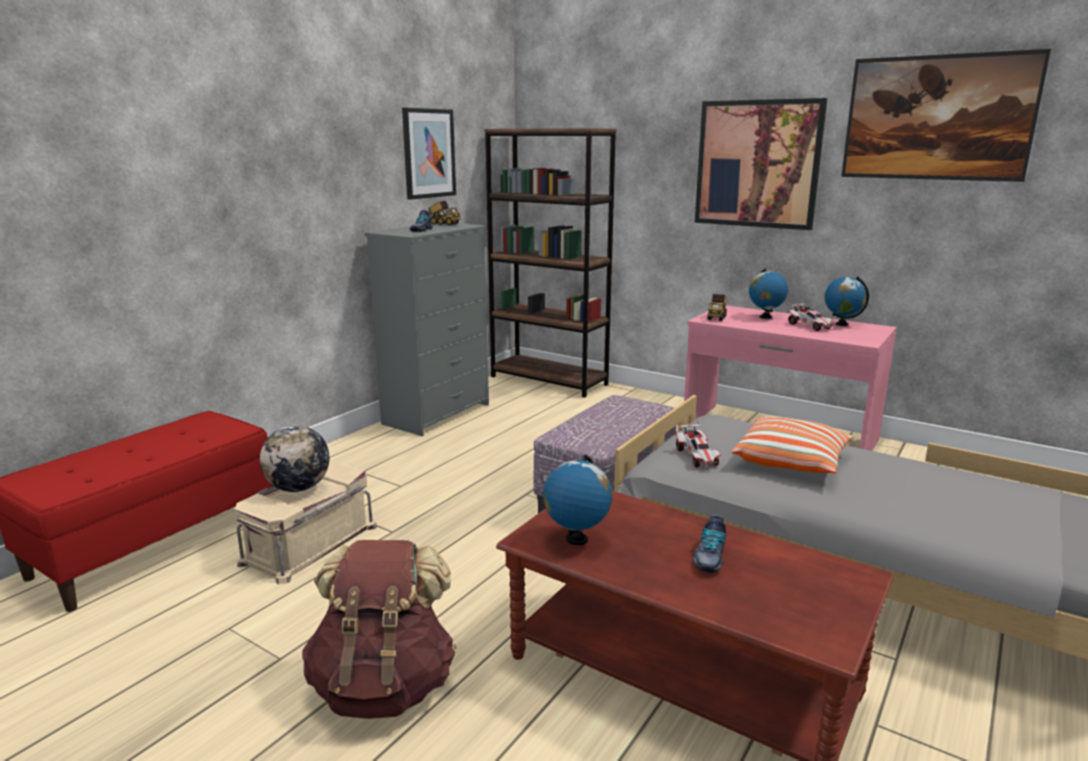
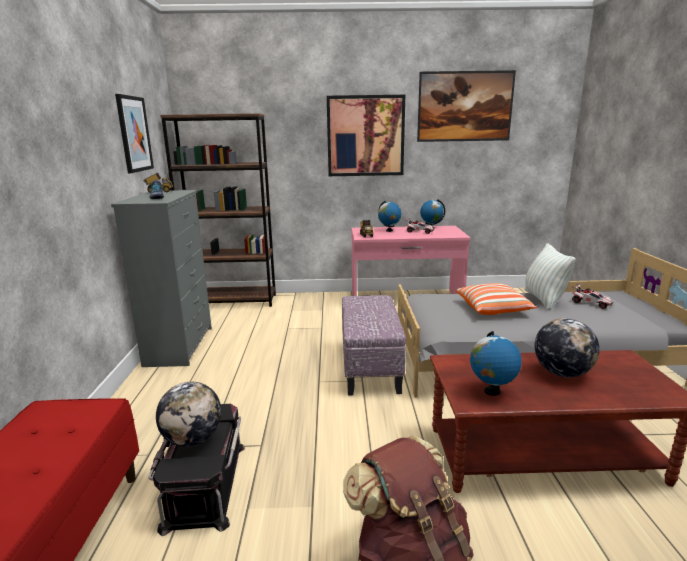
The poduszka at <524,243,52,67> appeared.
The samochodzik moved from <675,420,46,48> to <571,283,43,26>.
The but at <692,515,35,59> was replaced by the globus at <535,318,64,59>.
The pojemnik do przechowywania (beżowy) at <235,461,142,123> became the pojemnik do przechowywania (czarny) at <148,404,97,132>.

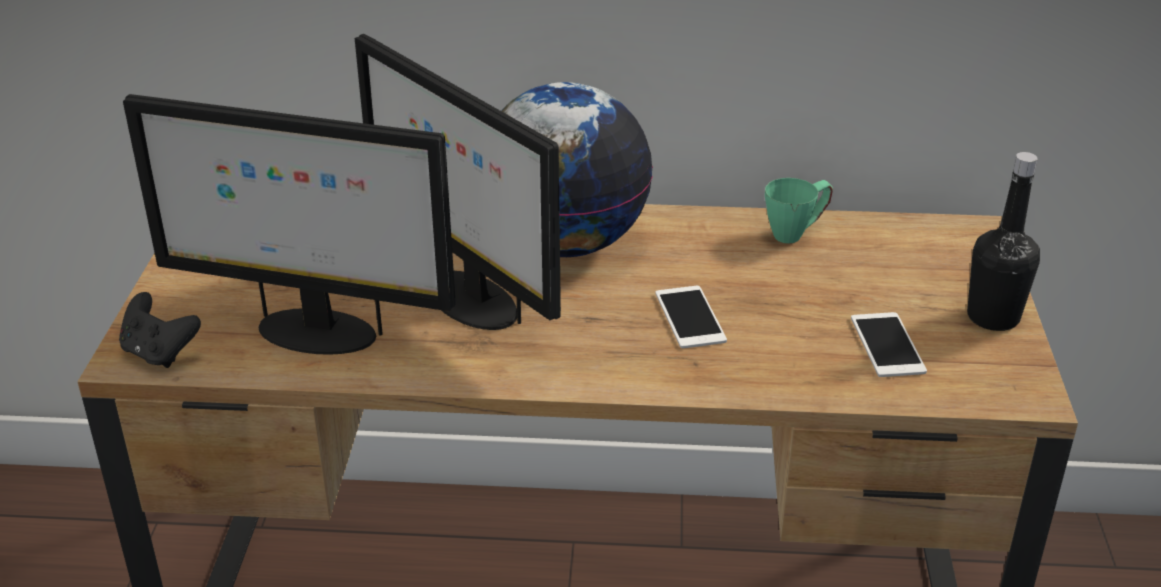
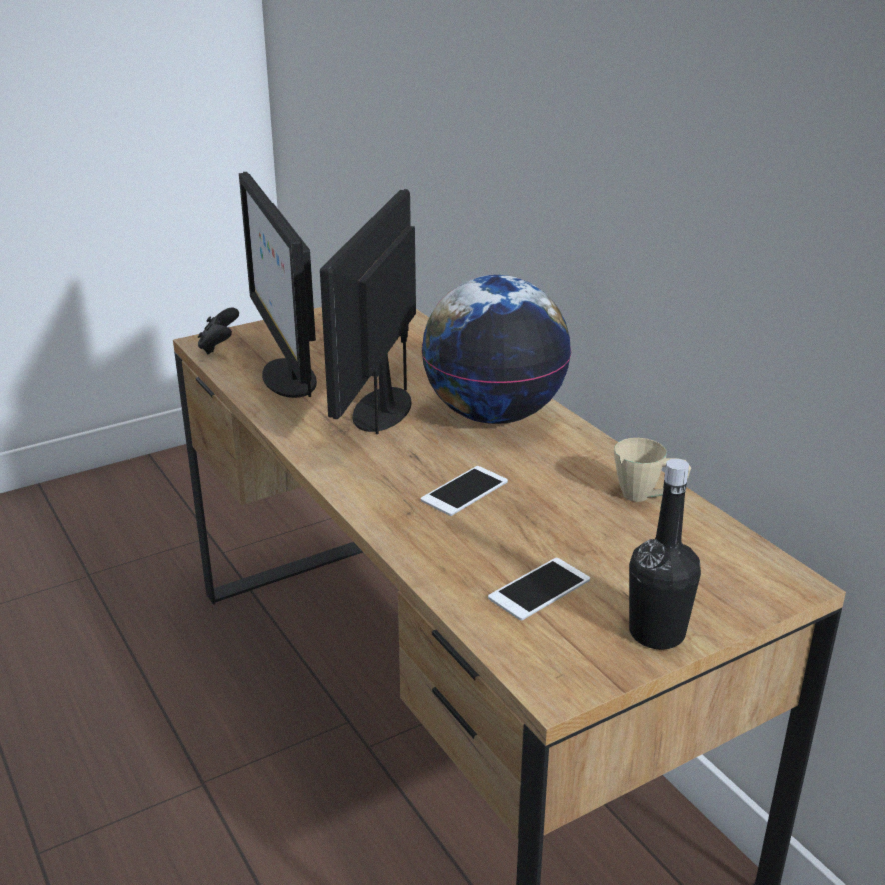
The kubek (zielony) at <765,178,68,66> became the kubek (beżowy) at <614,438,77,64>.

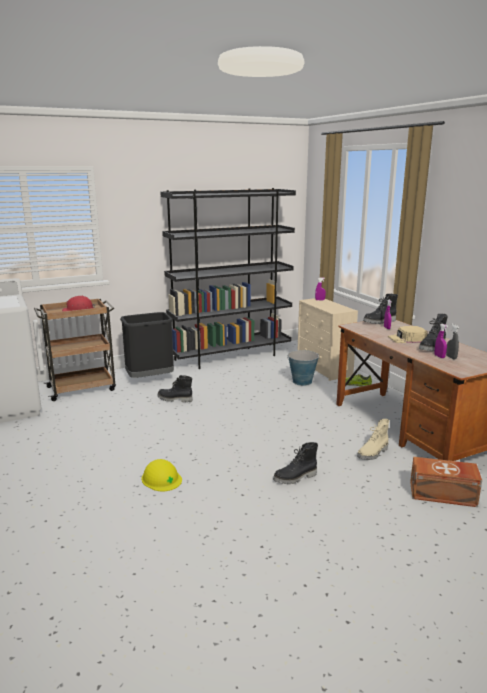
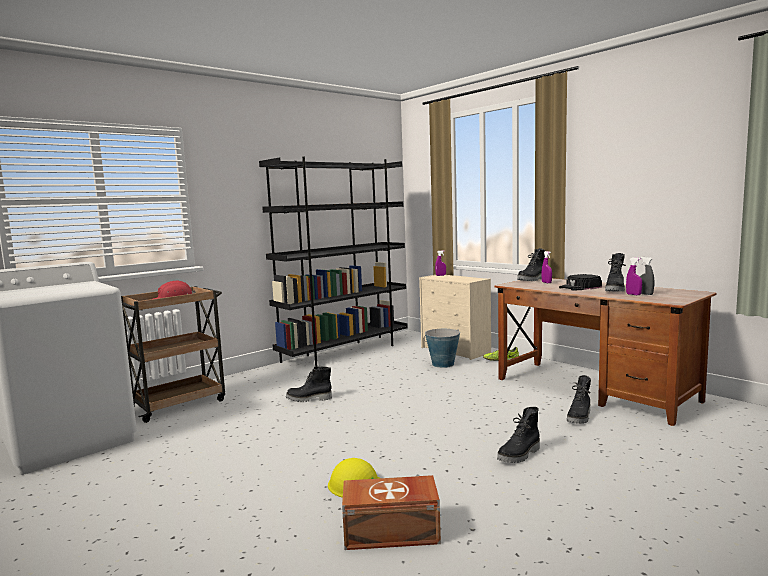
The kosz na śmieci (czarny) at <120,312,54,66> disappeared.
The pojemnik do przechowywania (brązowy) moved from <410,457,72,50> to <342,475,99,75>.
The but z cholewką (beżowy) at <357,419,32,41> became the but z cholewką (czarny) at <567,375,24,49>.
The czapka z daszkiem (beżowy) at <388,326,40,17> became the czapka z daszkiem (czarny) at <559,274,43,17>.

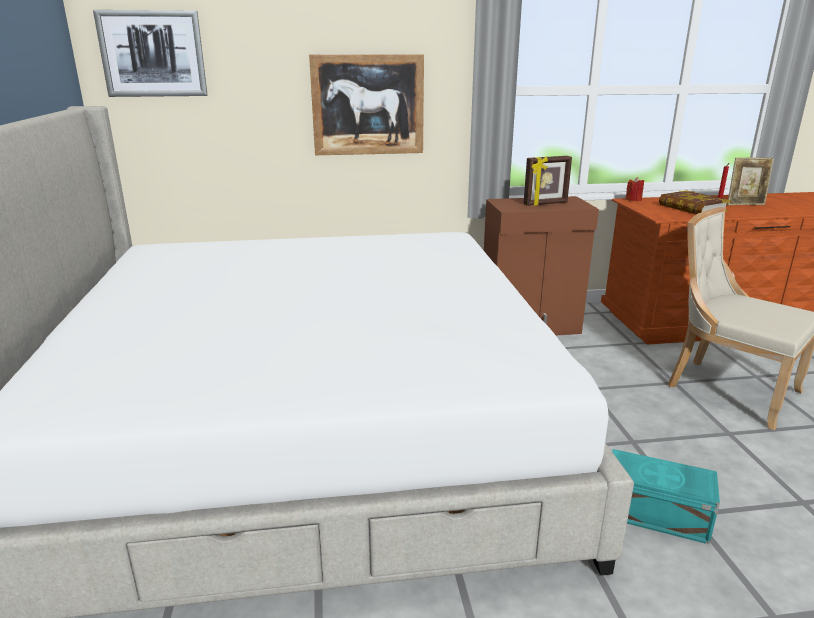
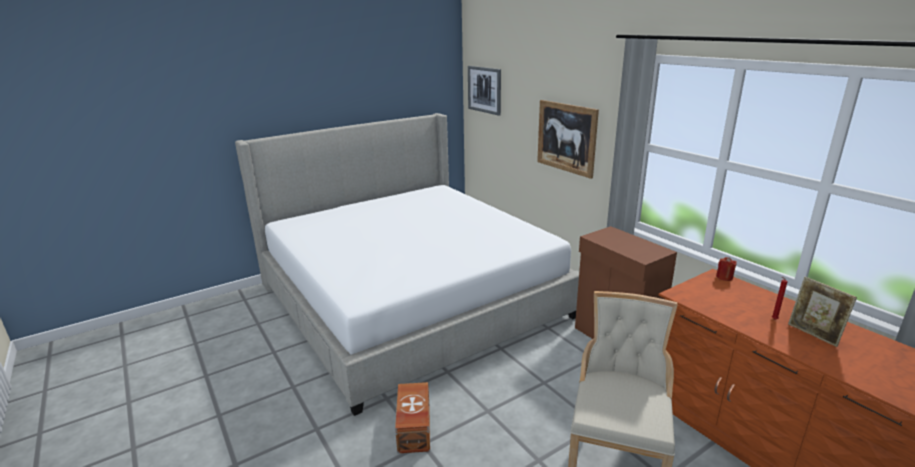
The ramka na zdjęcie at <524,156,48,50> disappeared.
The książka at <659,190,71,24> disappeared.
The pojemnik do przechowywania (turkusowy) at <612,449,108,95> became the pojemnik do przechowywania (brązowy) at <395,382,35,71>.

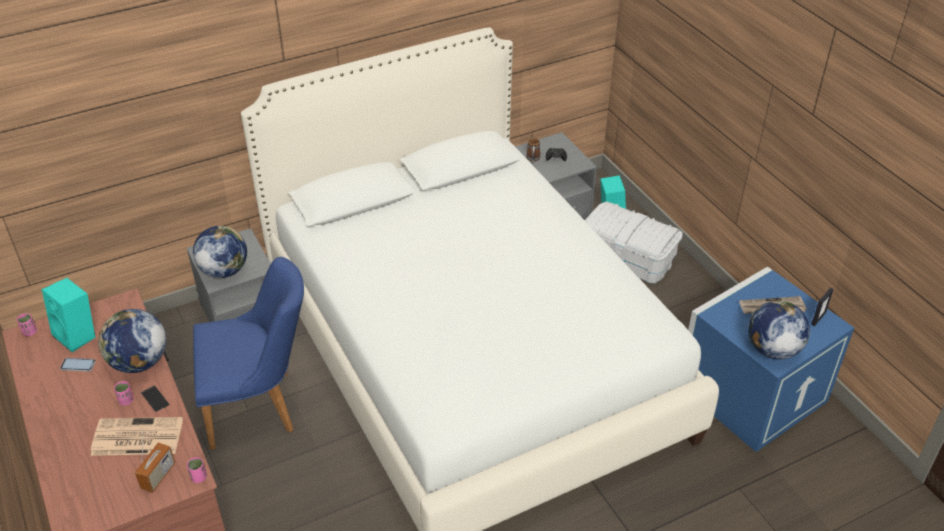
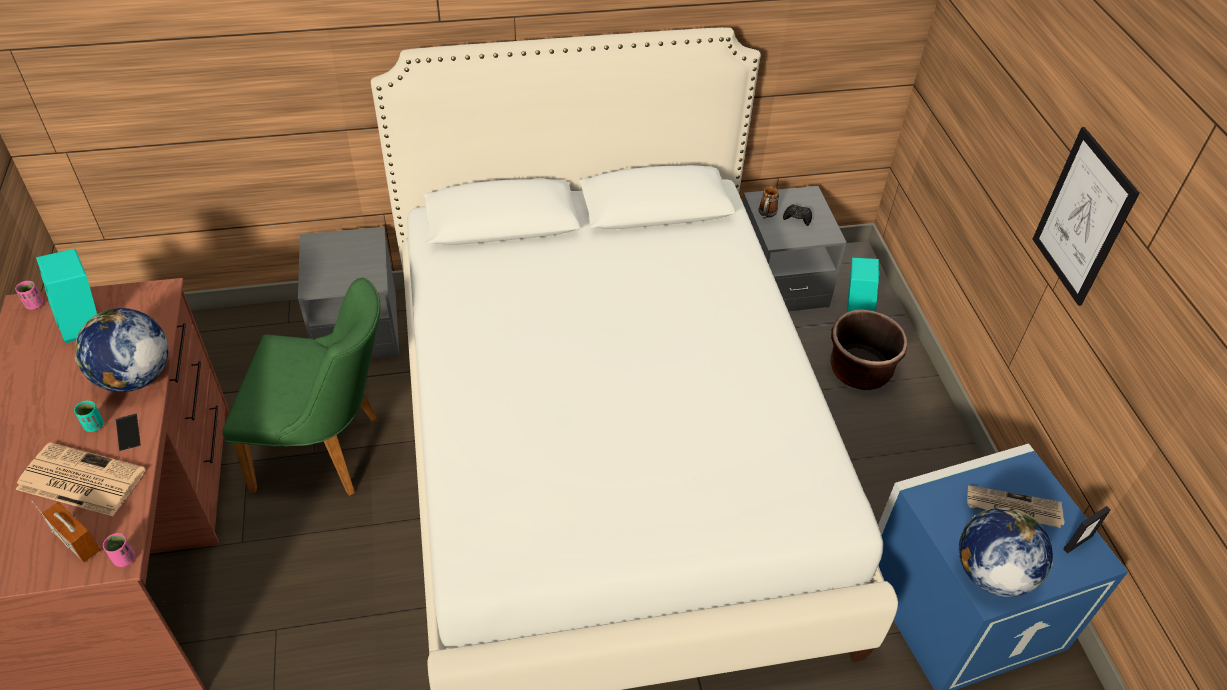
The telefon at <60,358,35,13> disappeared.
The globus at <193,226,54,52> disappeared.
The obraz at <1033,127,106,179> appeared.
The pojemnik do przechowywania (biały) at <585,202,98,81> was replaced by the donica (brązowy) at <830,309,77,81>.
The filiżanka (różowy) at <114,381,20,24> became the filiżanka (turkusowy) at <74,401,30,31>.
The krzesło (niebieski) at <193,257,111,193> became the krzesło (zielony) at <222,278,159,218>.
The radio at <135,432,40,61> turned 90 degrees counterclockwise.

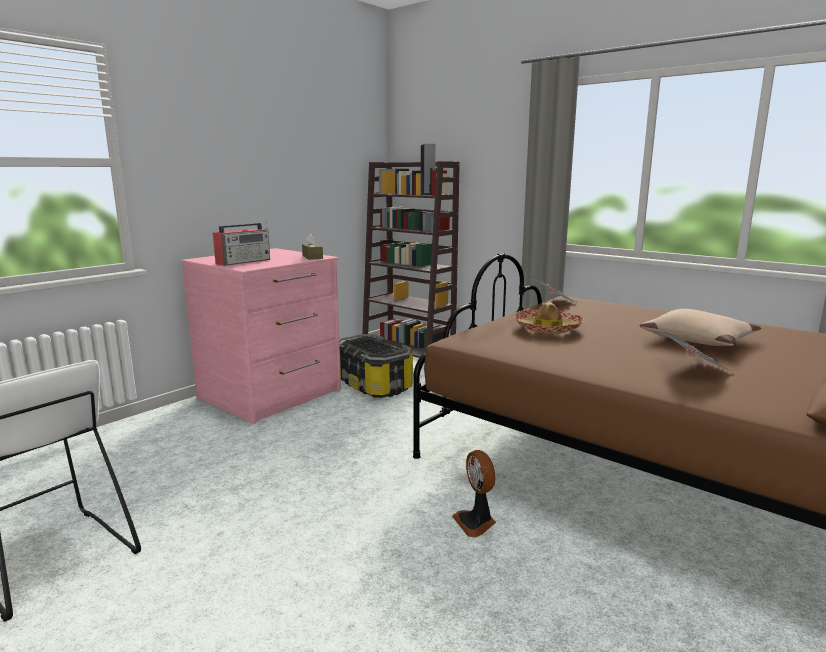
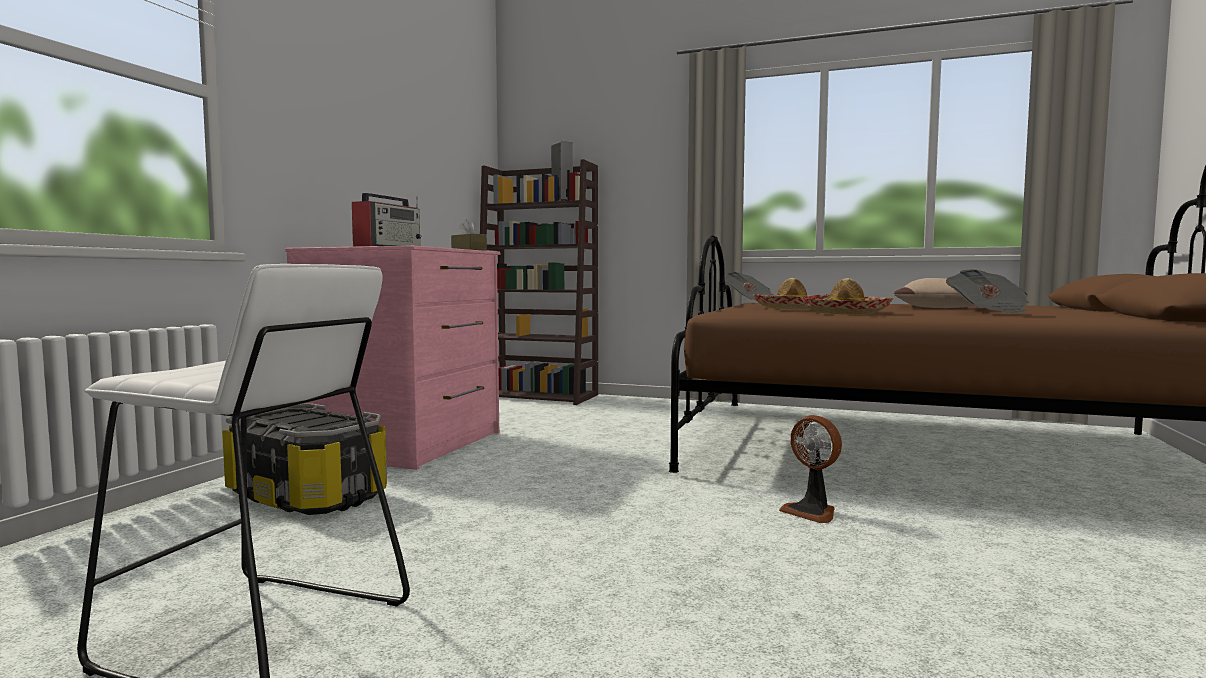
The kapelusz at <800,278,94,36> appeared.
The pojemnik do przechowywania moved from <339,334,74,64> to <222,403,166,112>.

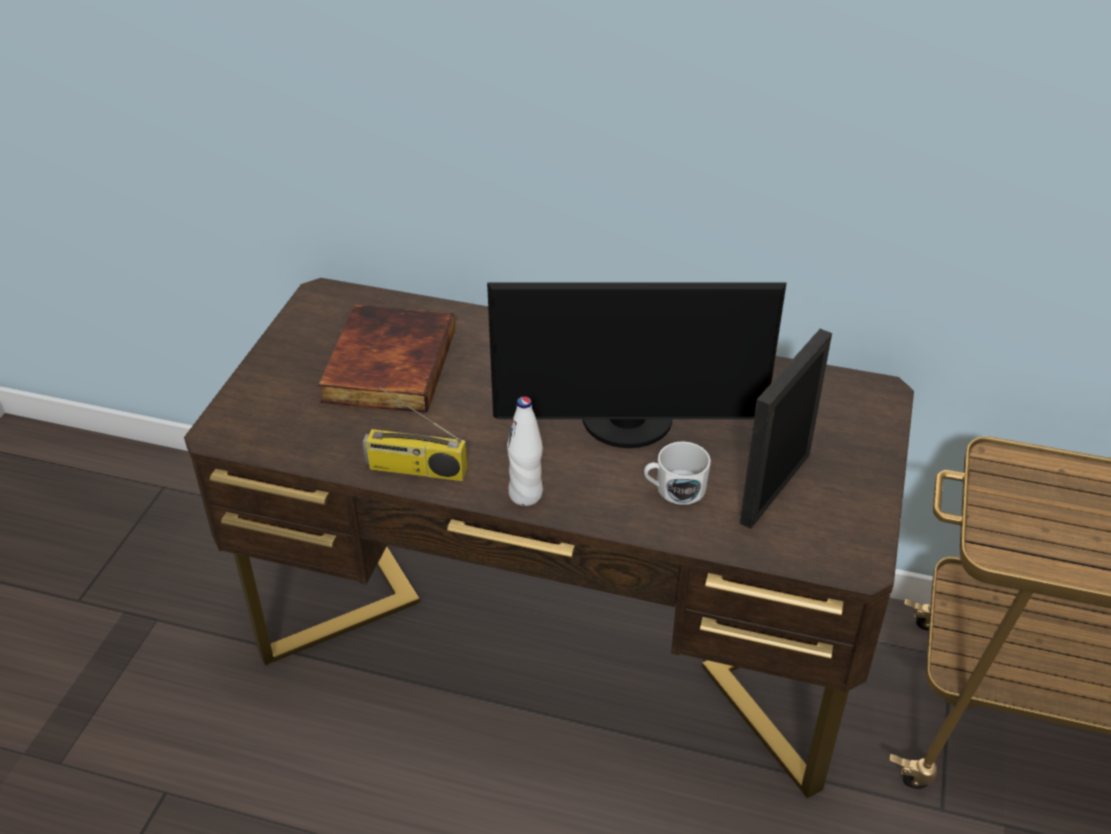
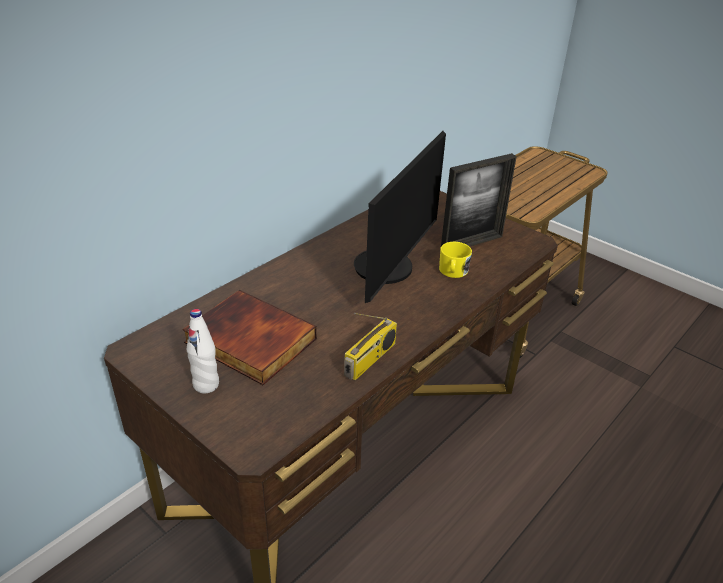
The butelka (biały) moved from <507,397,36,109> to <187,309,32,84>.
The kubek (biały) at <644,442,67,63> became the kubek (żółty) at <439,242,33,36>.
The ramka na zdjęcie at <739,329,93,200> turned 90 degrees counterclockwise.

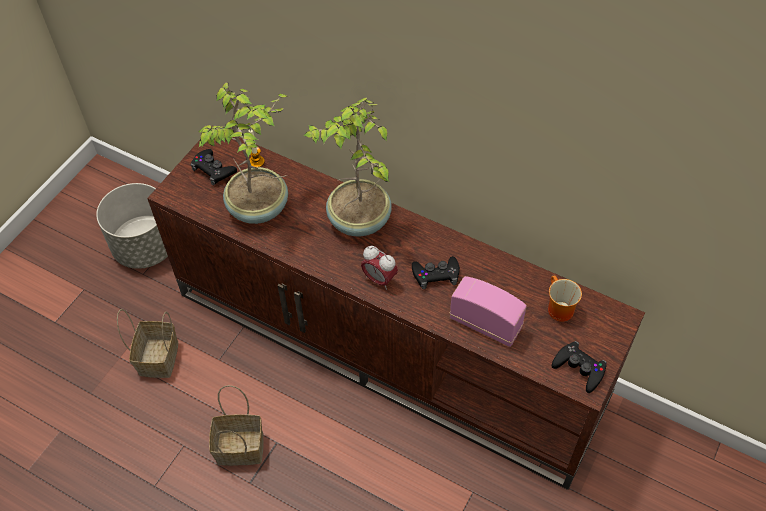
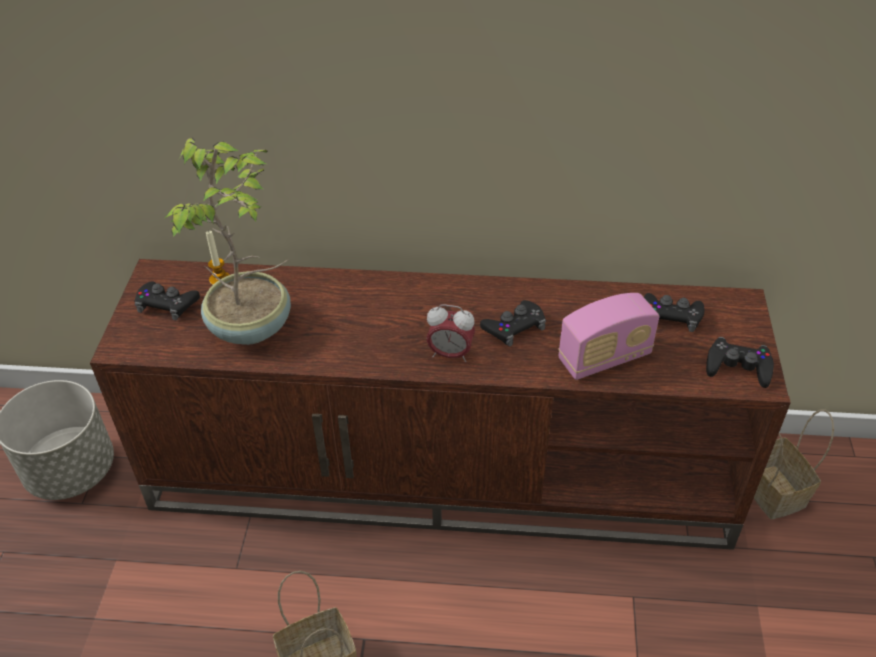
The roślina doniczkowa at <303,98,89,138> disappeared.
The koszyk moved from <117,309,61,69> to <754,409,80,110>.
The kubek at <548,275,34,47> was replaced by the pad do gier (czarny) at <644,293,61,39>.
The radio at <449,276,78,71> turned 150 degrees clockwise.

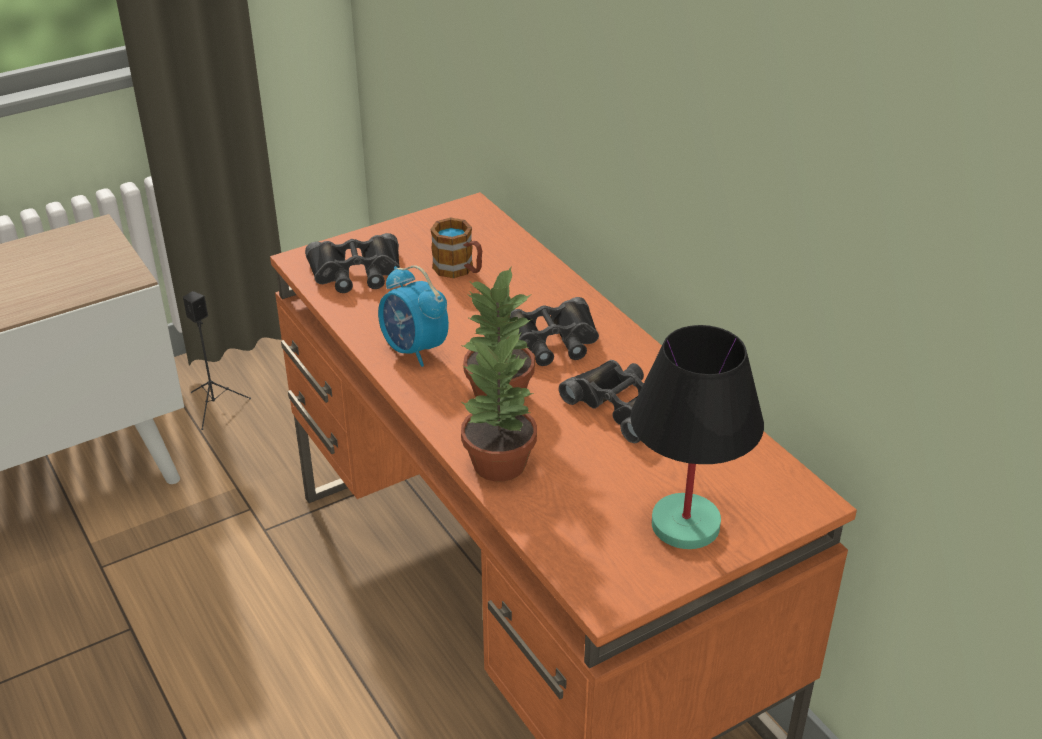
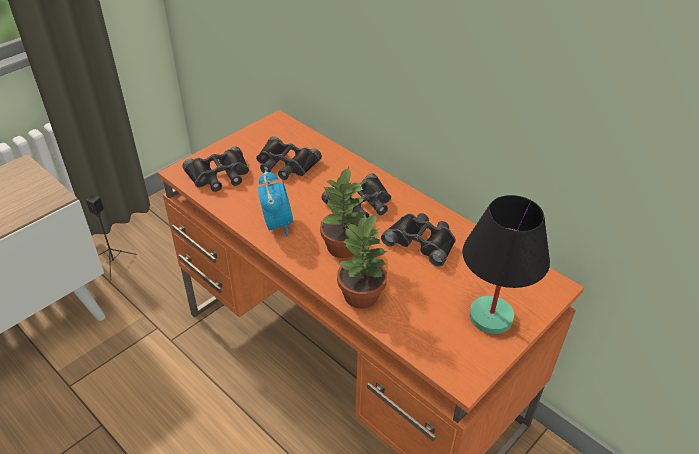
The kubek at <430,217,52,61> was replaced by the lornetka (czarny) at <256,136,66,44>.
The budzik at <378,265,71,102> turned 135 degrees counterclockwise.

